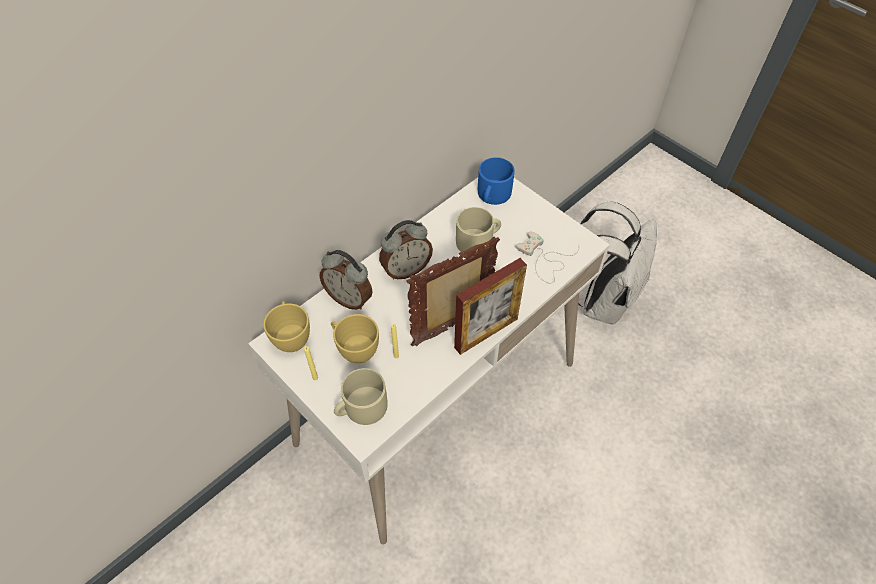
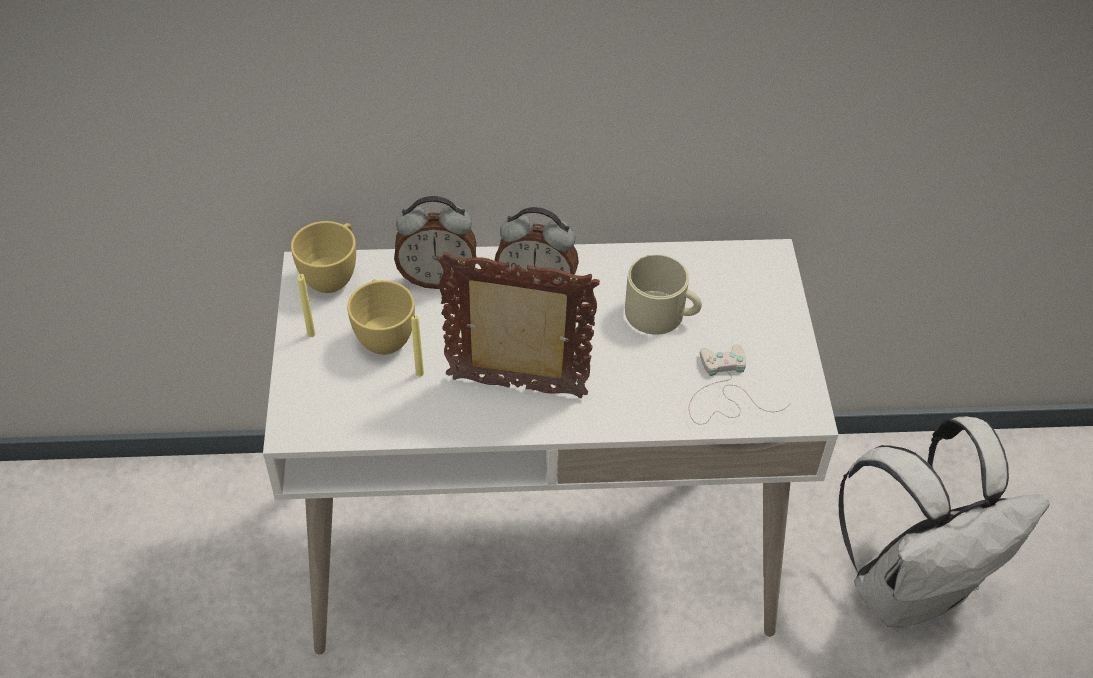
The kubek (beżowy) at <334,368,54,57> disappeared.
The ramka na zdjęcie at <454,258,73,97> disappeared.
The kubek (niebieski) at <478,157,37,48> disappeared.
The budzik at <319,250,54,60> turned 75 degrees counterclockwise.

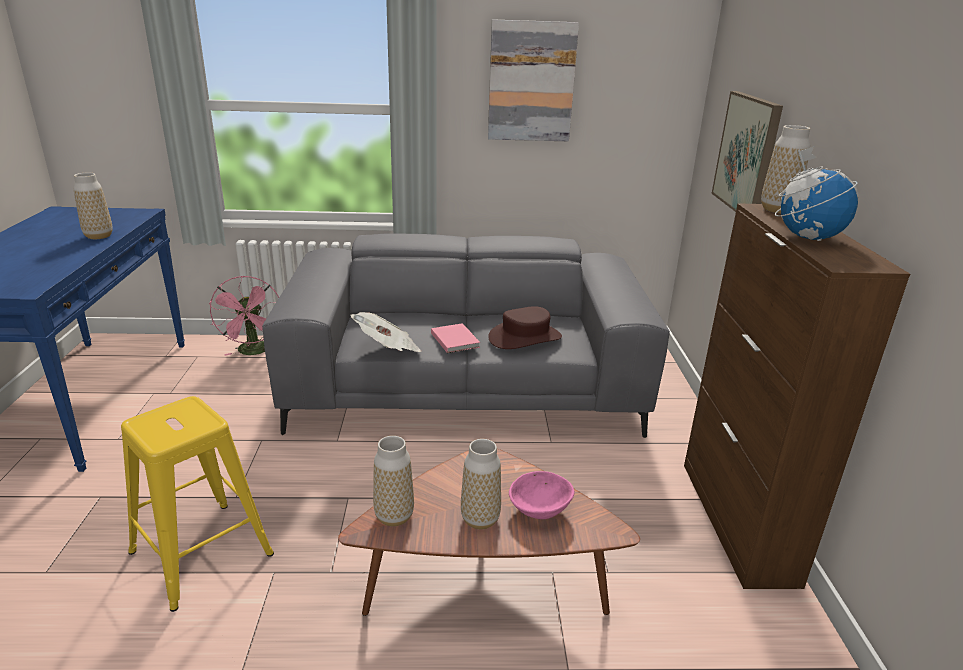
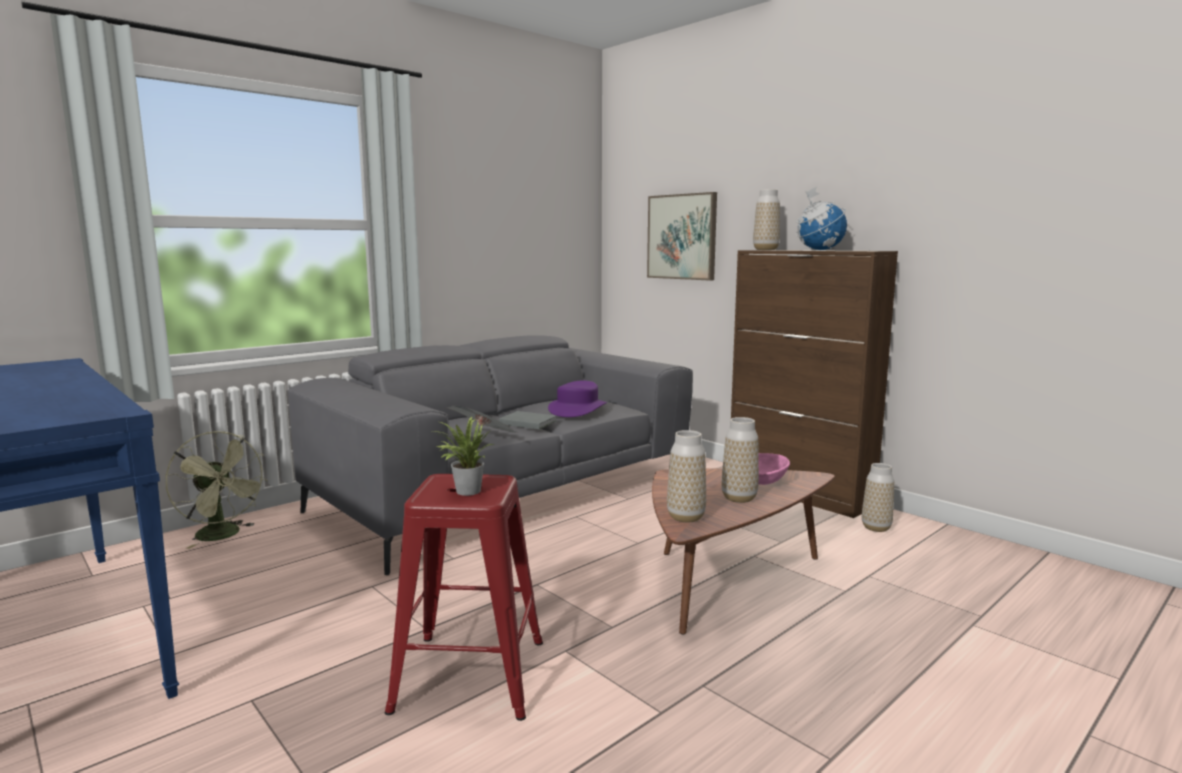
The obraz at <488,19,91,122> disappeared.
The roślina doniczkowa at <432,416,62,80> appeared.
The wazon moved from <74,173,39,66> to <862,463,32,69>.
The stołek (żółty) at <121,396,153,216> became the stołek (czerwony) at <385,474,158,247>.
The wentylator (różowy) at <209,276,70,80> became the wentylator (zielony) at <165,431,103,118>.
The książka (różowy) at <431,323,49,30> became the książka (szary) at <499,411,58,18>.
The kapelusz (brązowy) at <488,306,74,43> became the kapelusz (fioletowy) at <548,380,59,37>.

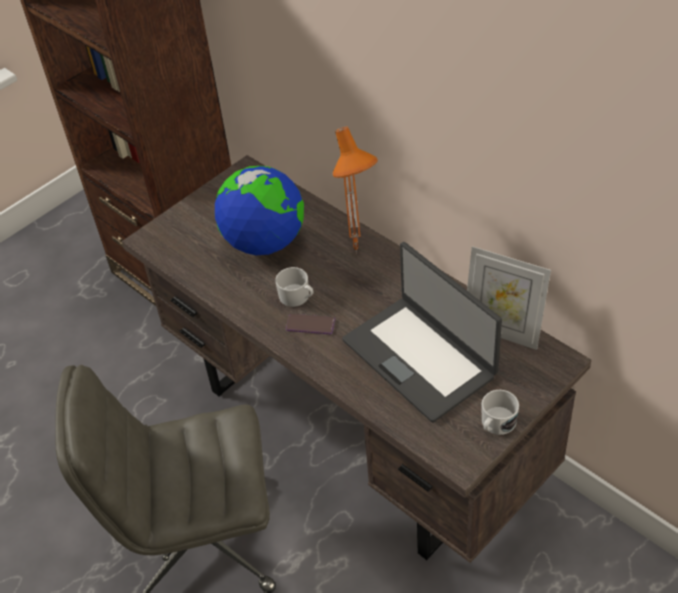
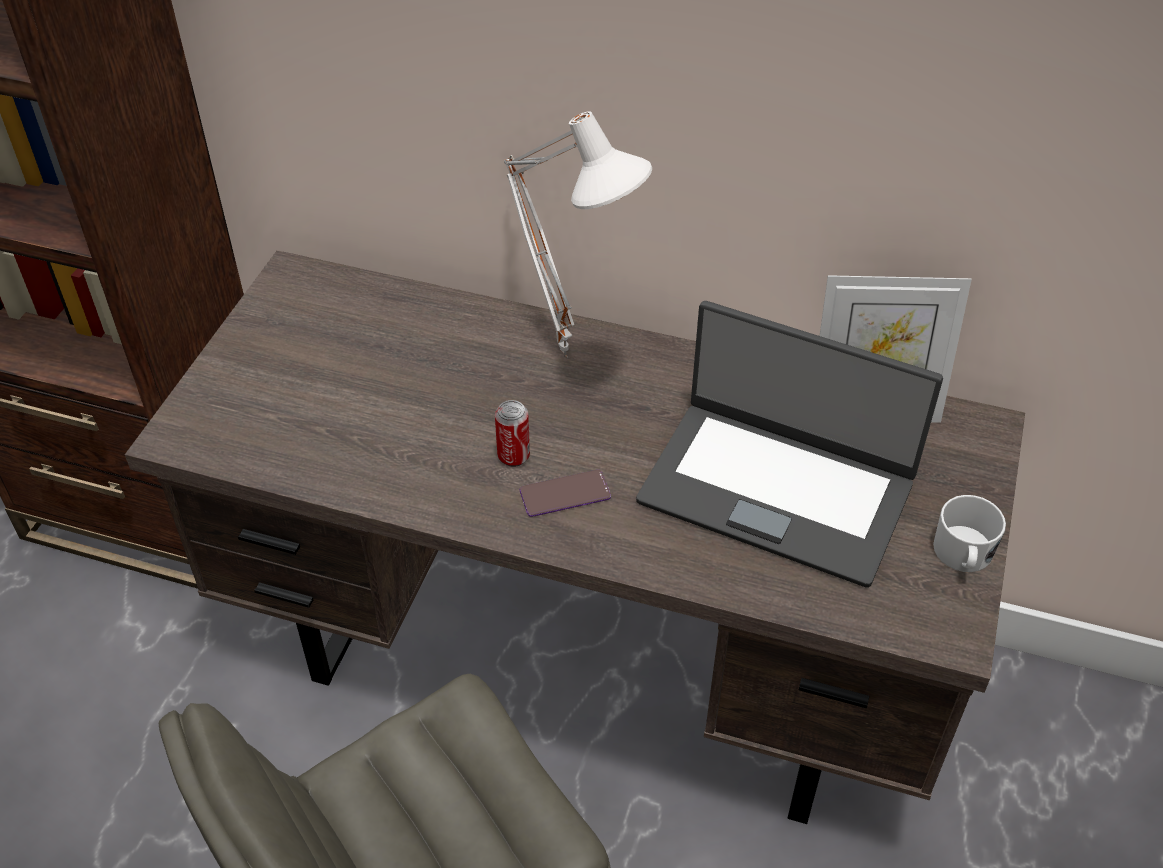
The globus at <215,166,89,89> disappeared.
The kubek (biały) at <275,267,38,40> was replaced by the puszka at <495,400,35,67>.
The lampa stołowa (pomarańczowy) at <332,127,46,127> became the lampa stołowa (biały) at <504,111,148,247>.

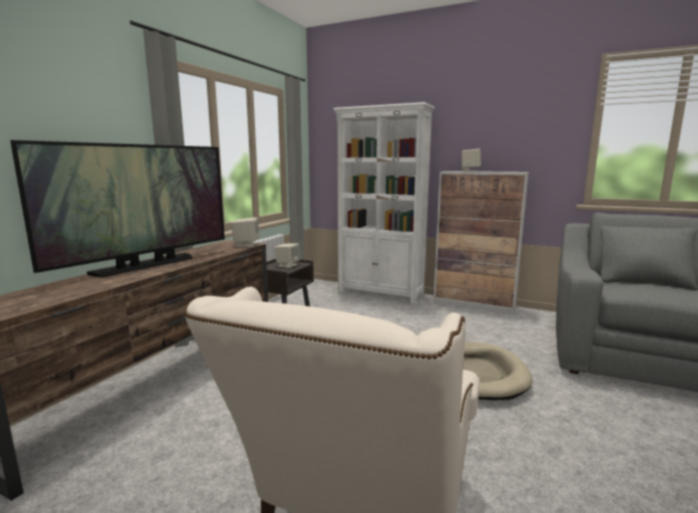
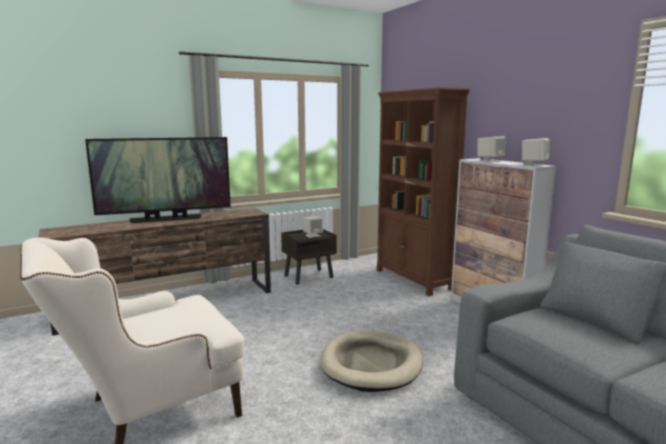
The głośnik (beżowy) moved from <231,217,29,30> to <522,138,28,29>.
The regał (biały) at <333,102,102,203> became the regał (brązowy) at <377,87,93,209>.

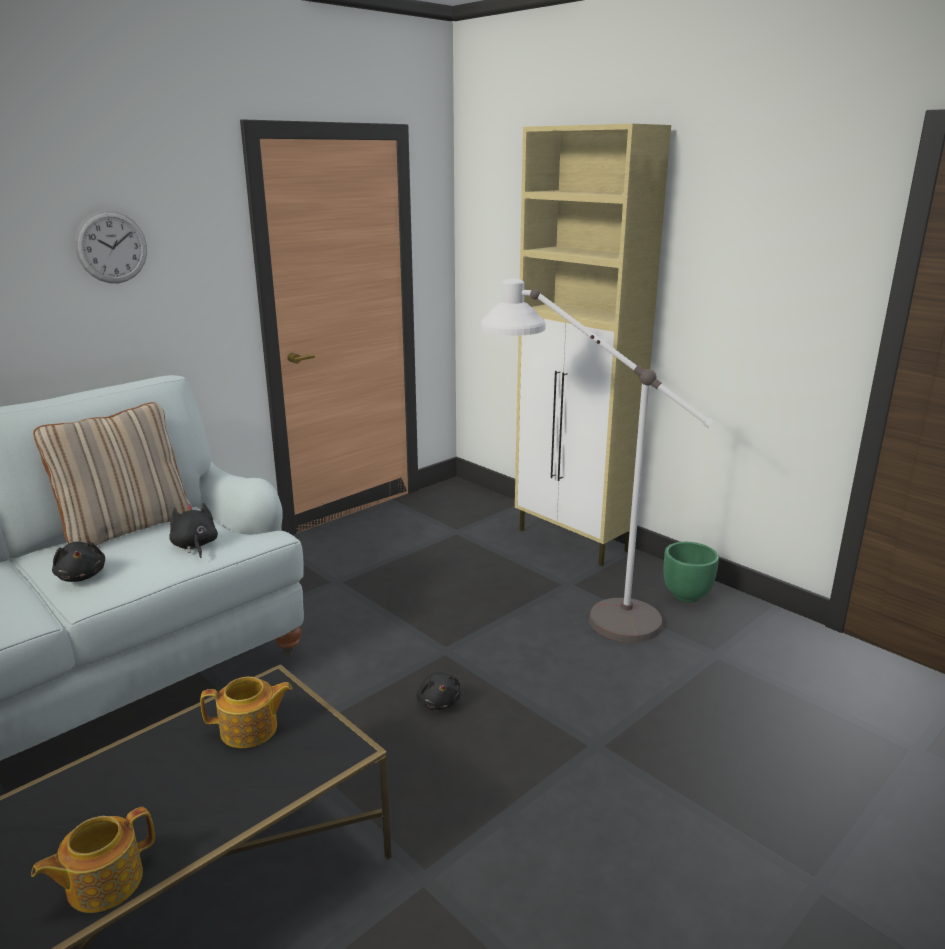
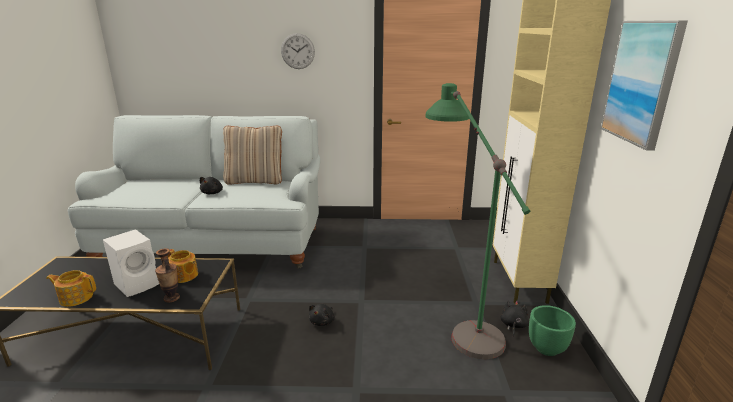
The głośnik (biały) at <103,229,56,68> appeared.
The wazon at <155,248,25,54> appeared.
The obraz at <601,20,87,131> appeared.
The pluszak (czarny) moved from <169,503,49,55> to <501,301,27,36>.
The lampa stojąca (biały) at <481,279,233,364> became the lampa stojąca (zielony) at <426,83,104,276>.

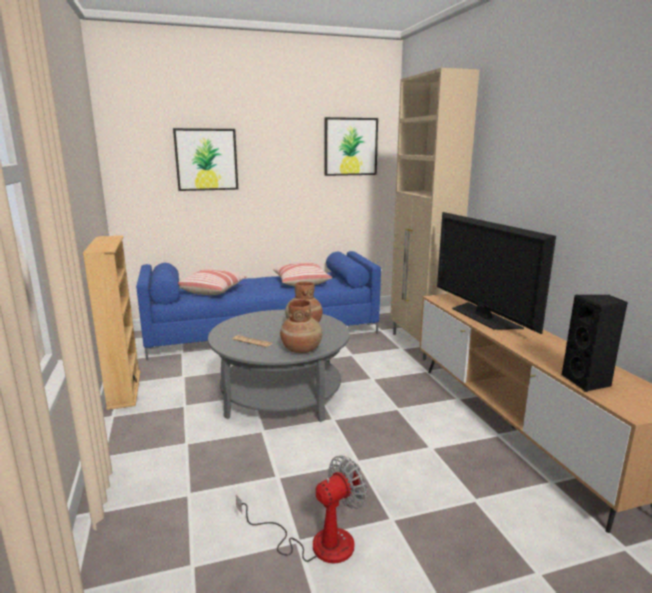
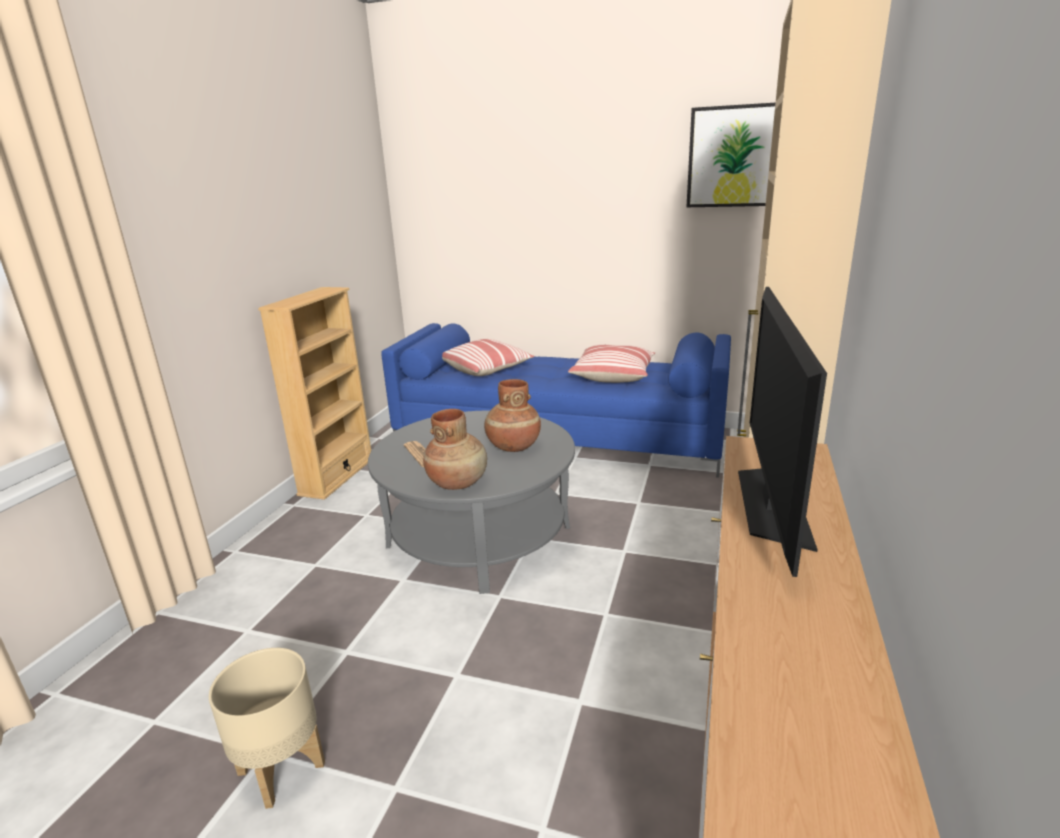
The obraz at <173,128,65,63> disappeared.
The głośnik (czarny) at <561,294,67,98> disappeared.
The wentylator at <236,456,132,107> was replaced by the donica (beżowy) at <209,648,116,161>.

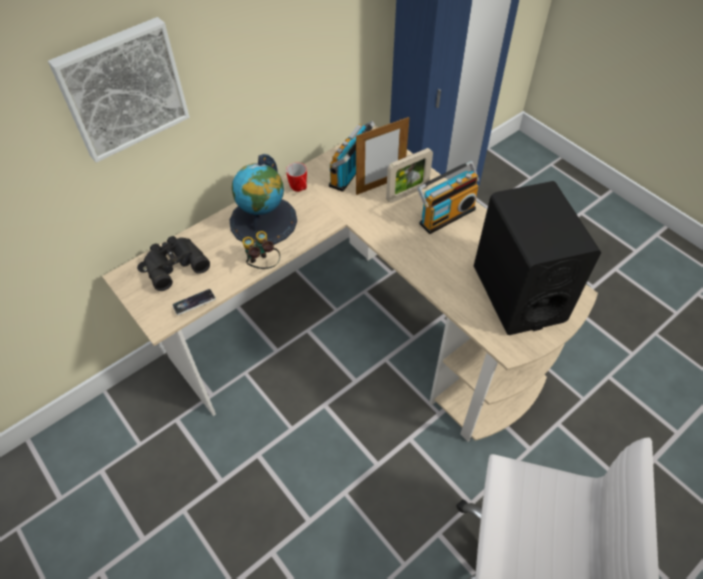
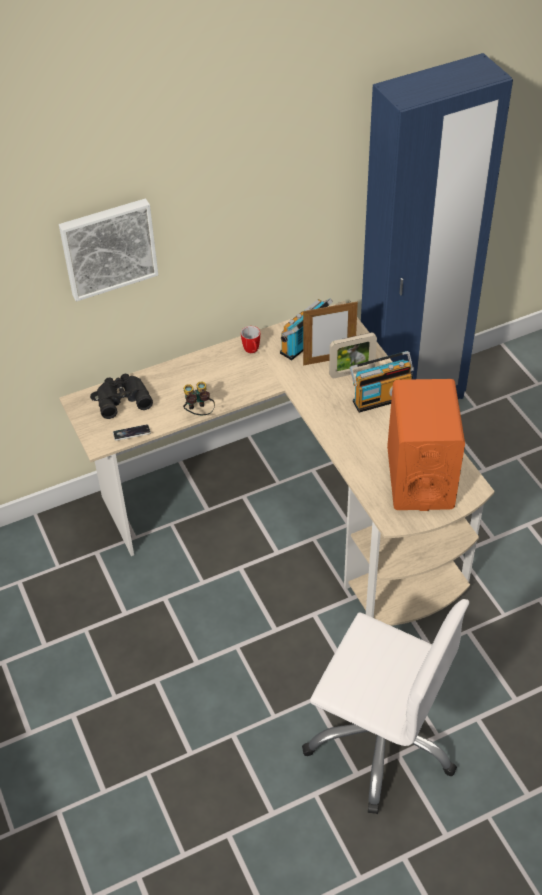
The globus at <230,154,67,91> disappeared.
The głośnik (czarny) at <474,181,127,154> became the głośnik (pomarańczowy) at <387,379,78,132>.

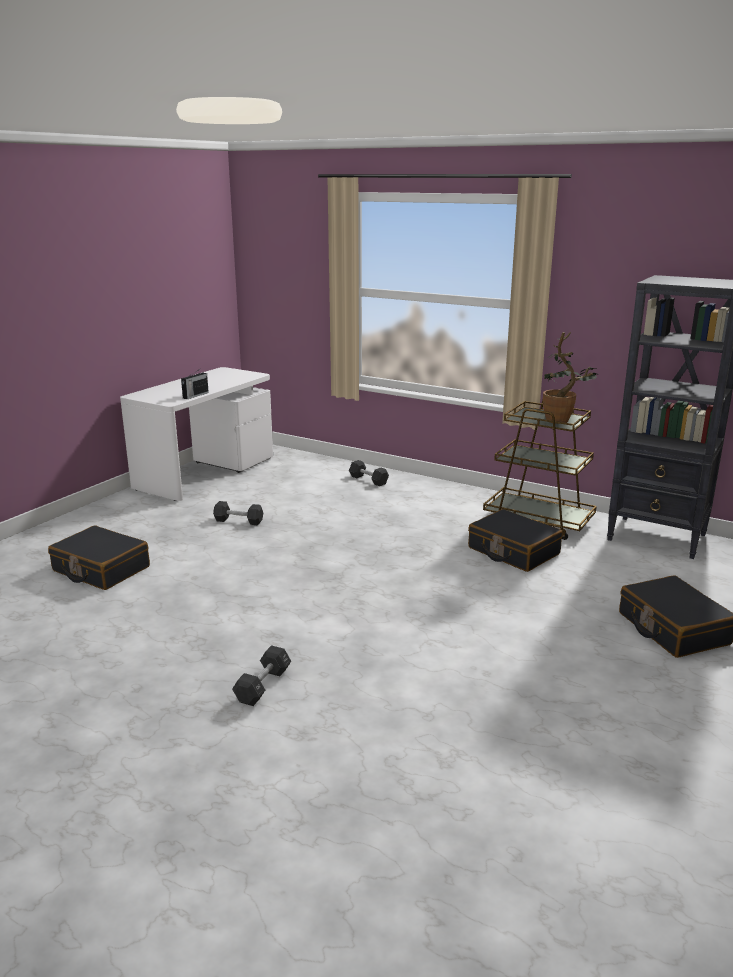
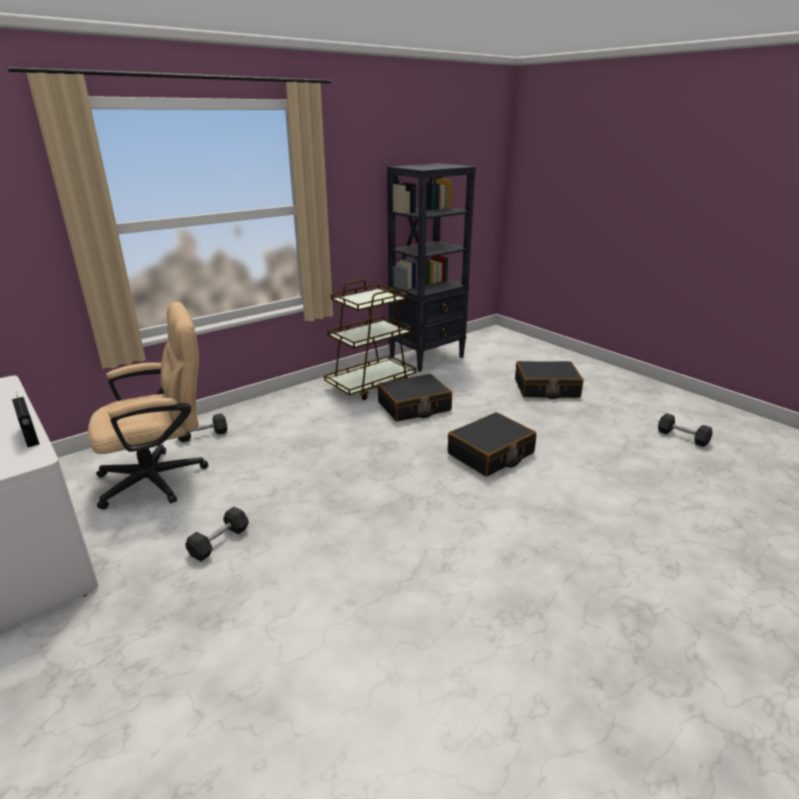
The roślina doniczkowa at <543,332,56,92> disappeared.
The krzesło biurowe (beżowy) at <88,302,120,207> appeared.
The walizka (czarny) moved from <48,525,102,65> to <448,412,88,65>.
The hantel (czarny) moved from <232,645,59,61> to <658,413,55,34>.

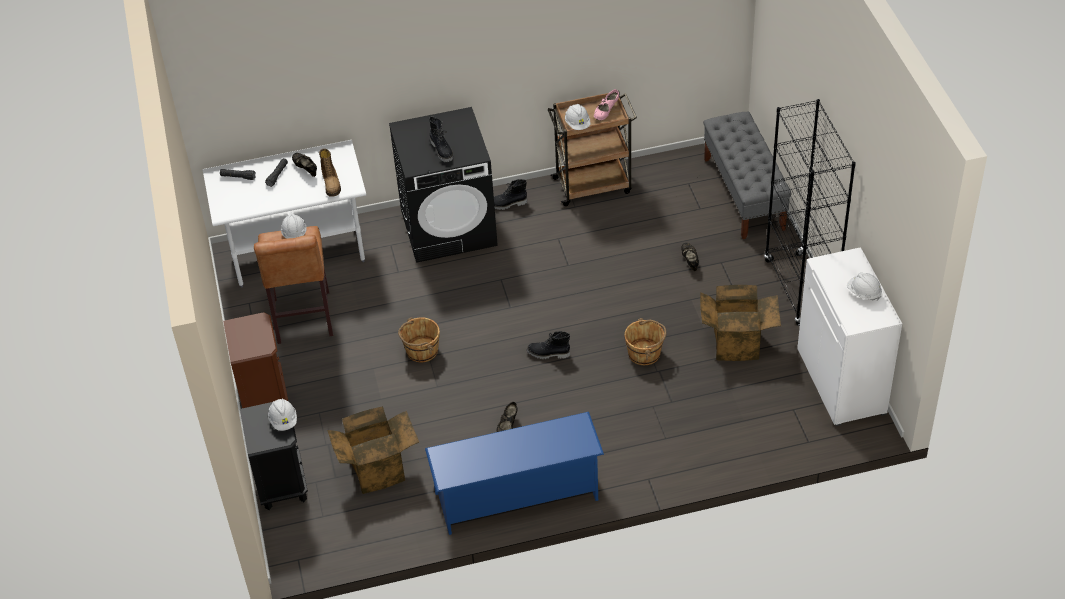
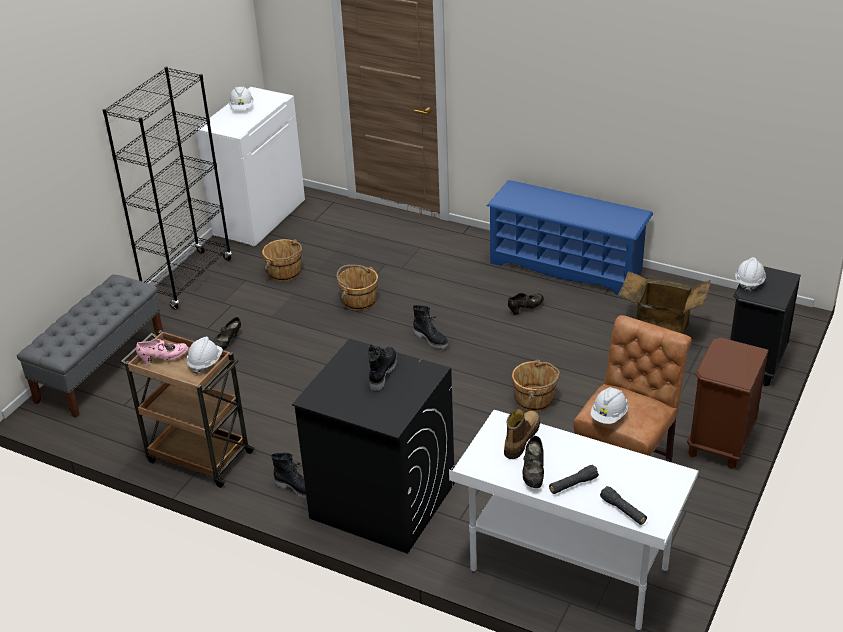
The karton at <700,285,81,76> was replaced by the wiadro (brązowy) at <262,239,40,43>.

